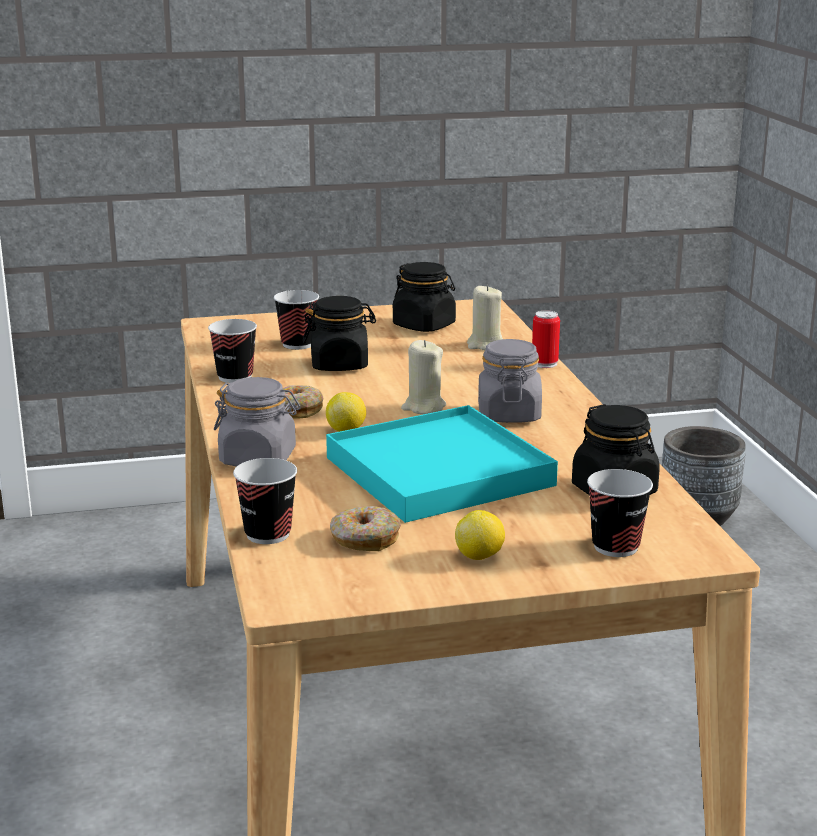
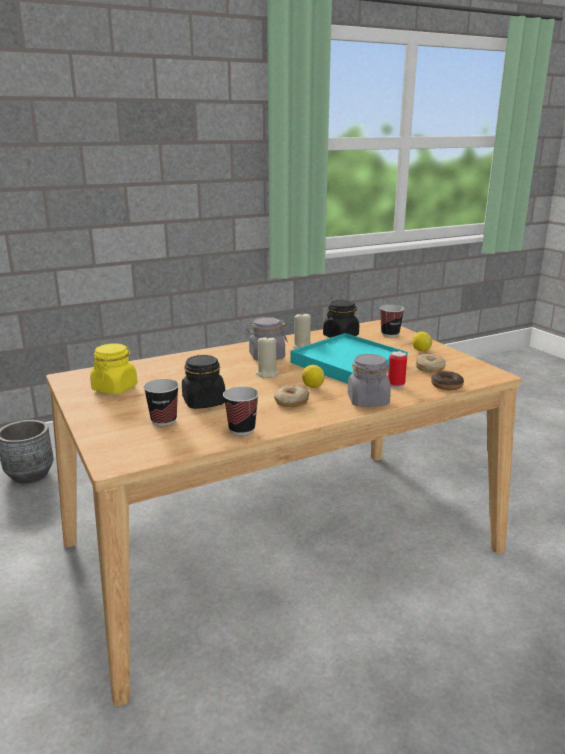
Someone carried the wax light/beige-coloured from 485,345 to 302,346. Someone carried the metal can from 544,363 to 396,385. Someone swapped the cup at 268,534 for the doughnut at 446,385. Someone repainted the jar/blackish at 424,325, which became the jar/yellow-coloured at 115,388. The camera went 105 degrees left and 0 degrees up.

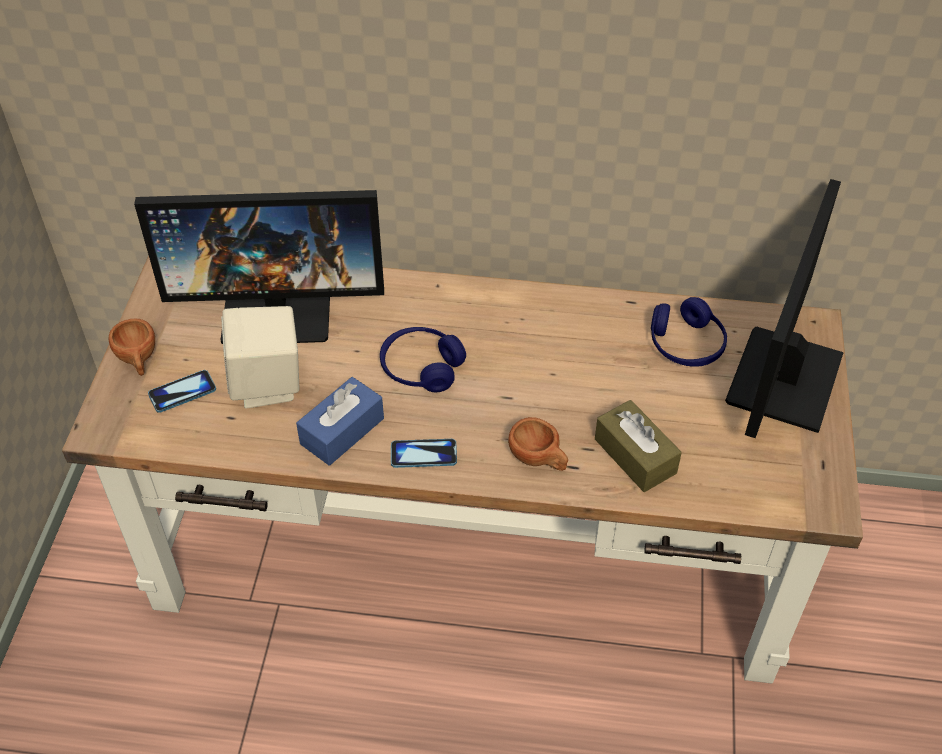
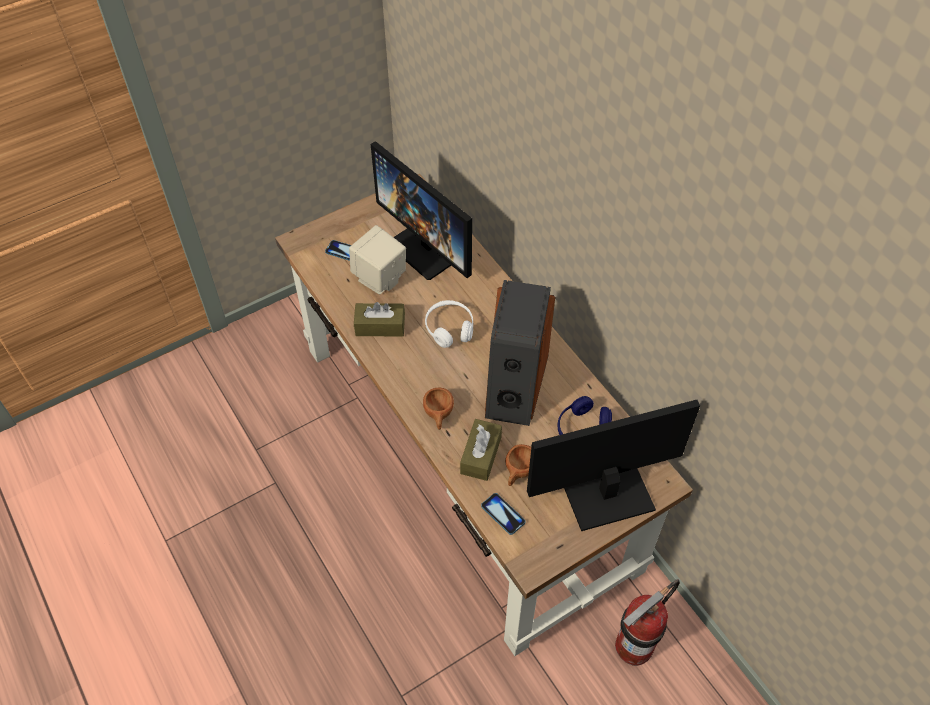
Someone put down the audio speaker at 515,385. Someone put down the fire extinguisher at 634,646. Someone carried the cup/brown from 138,360 to 518,472. Someone carried the telephone from 423,454 to 503,514. Someone repainted the box of tissues/bluish at 342,431, which became the box of tissues/brown at 380,326. Someone repainted the pair of headphones/bluish at 421,368, which became the pair of headphones/white at 449,328. The camera went 50 degrees right and 5 degrees up.

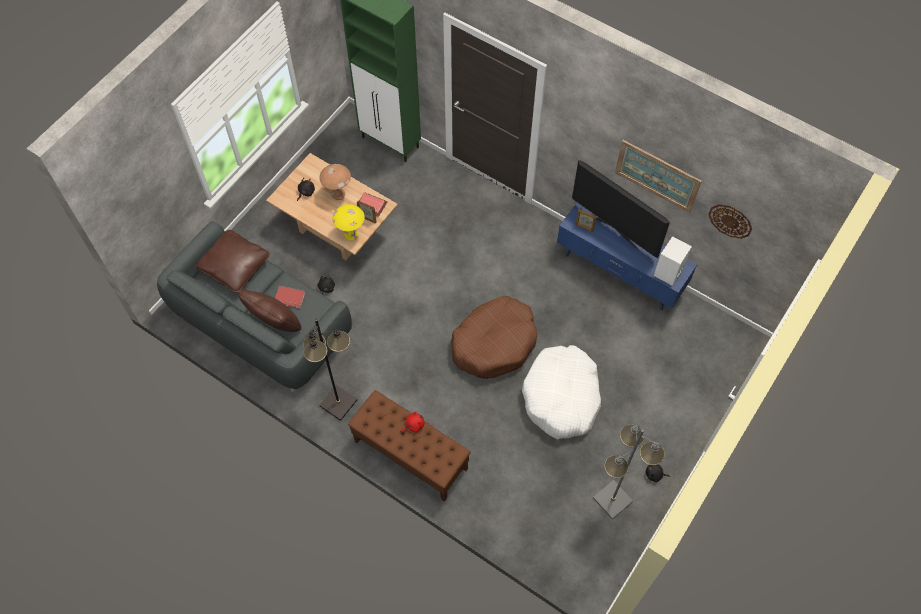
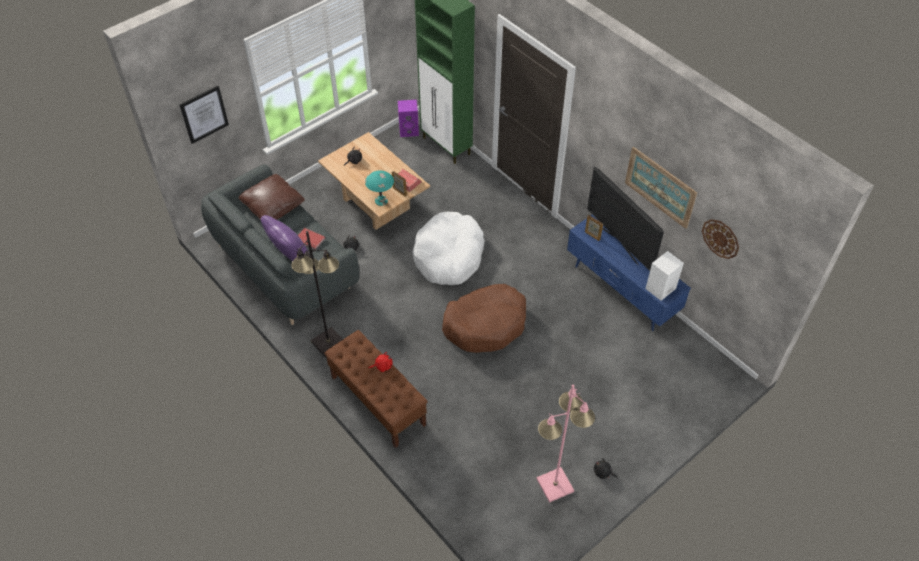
Someone took away the table lamp/brown at 338,194. Someone put up the wall picture at 204,114. Someone put down the audio speaker/purple-coloured at 409,130. Someone carried the dog cushion/white from 561,397 to 449,256. Someone repainted the pillow/brown at 274,323, which became the pillow/purple-coloured at 290,257. Someone repainted the table lamp/yellow-coloured at 351,234, which became the table lamp/turquoise-coloured at 381,200. Someone repainted the standing lamp/greyish at 612,500, which became the standing lamp/pink at 554,485. The camera went 15 degrees right and 10 degrees down.

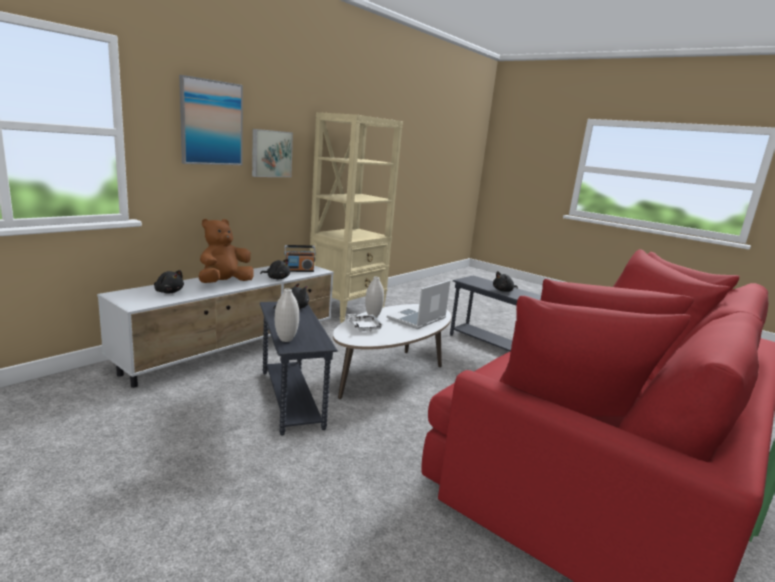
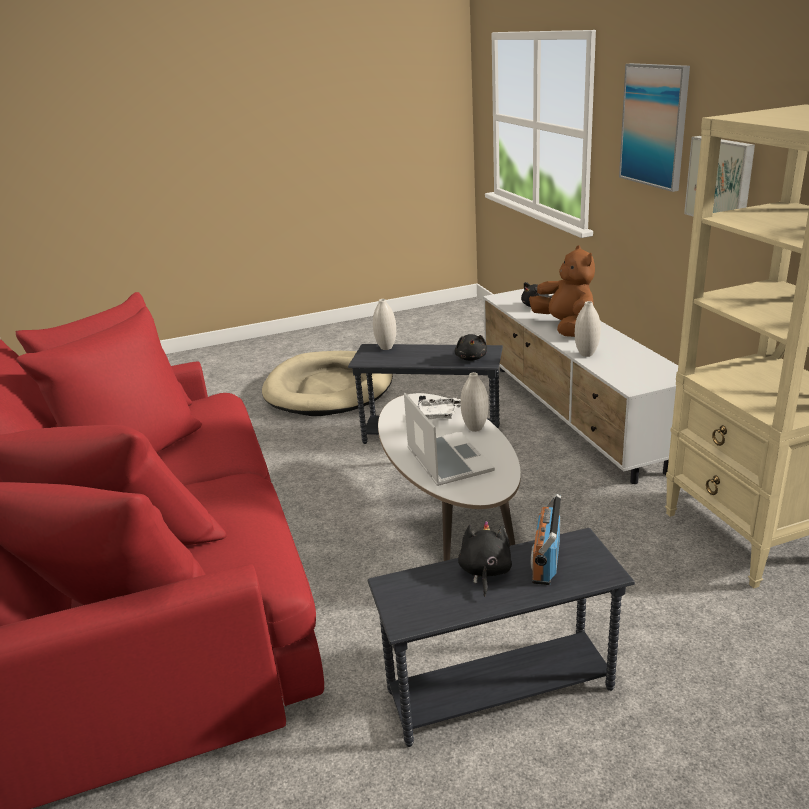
Someone put down the dog cushion/beige-coloured at 330,388. Someone carried the radio set from 299,270 to 545,562. Someone swapped the plush toy/blackish at 277,278 for the flower vase/white at 586,354. The camera went 125 degrees right and 10 degrees up.

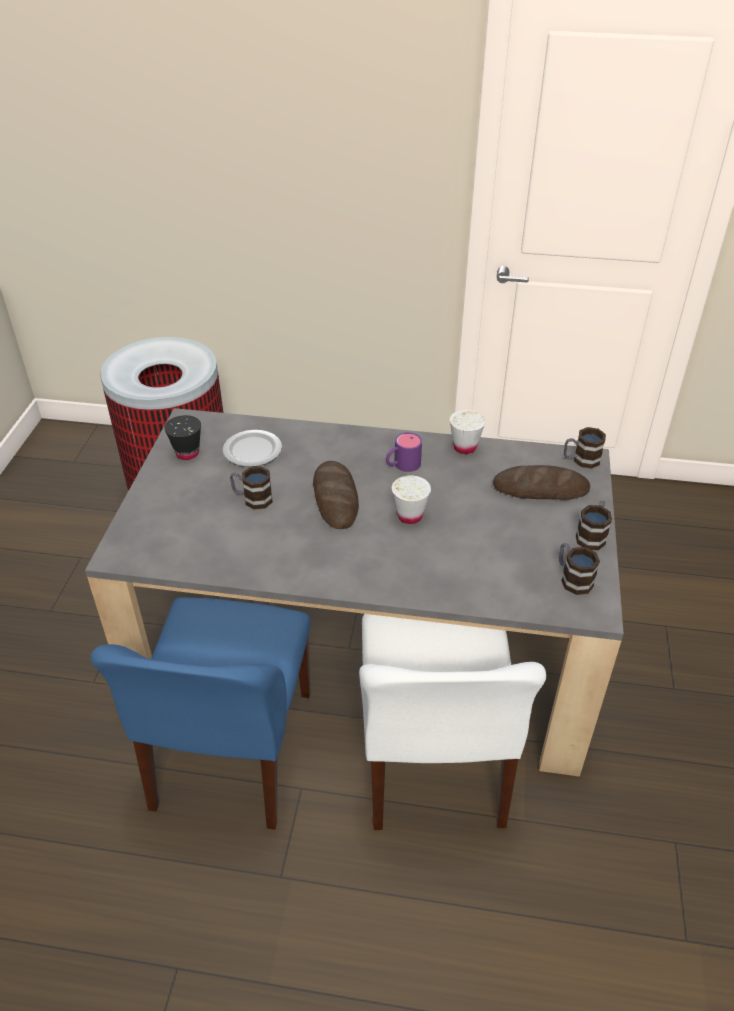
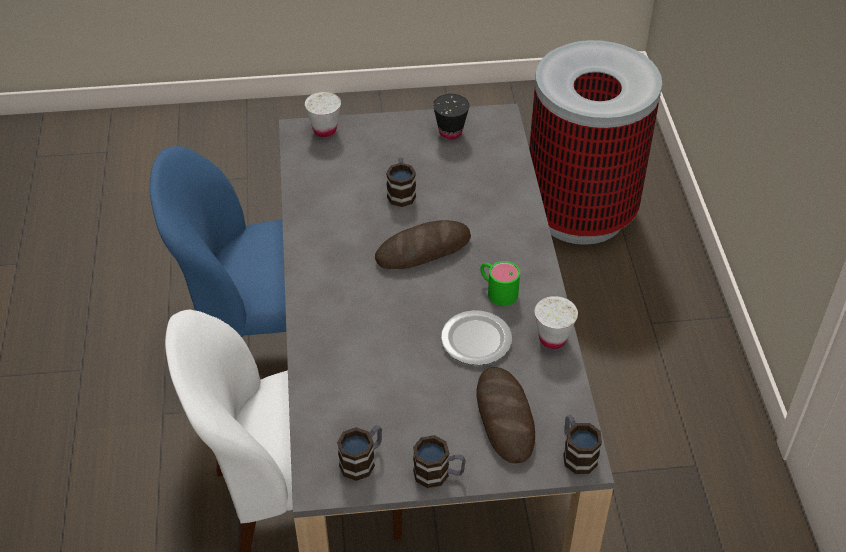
Someone carried the flat dish from 253,451 to 476,341. Someone carried the cup/white from 410,516 to 325,130. Someone repainted the tea mug/purple-coloured at 402,465, which became the tea mug/green-coloured at 497,290. The camera went 75 degrees right and 5 degrees up.

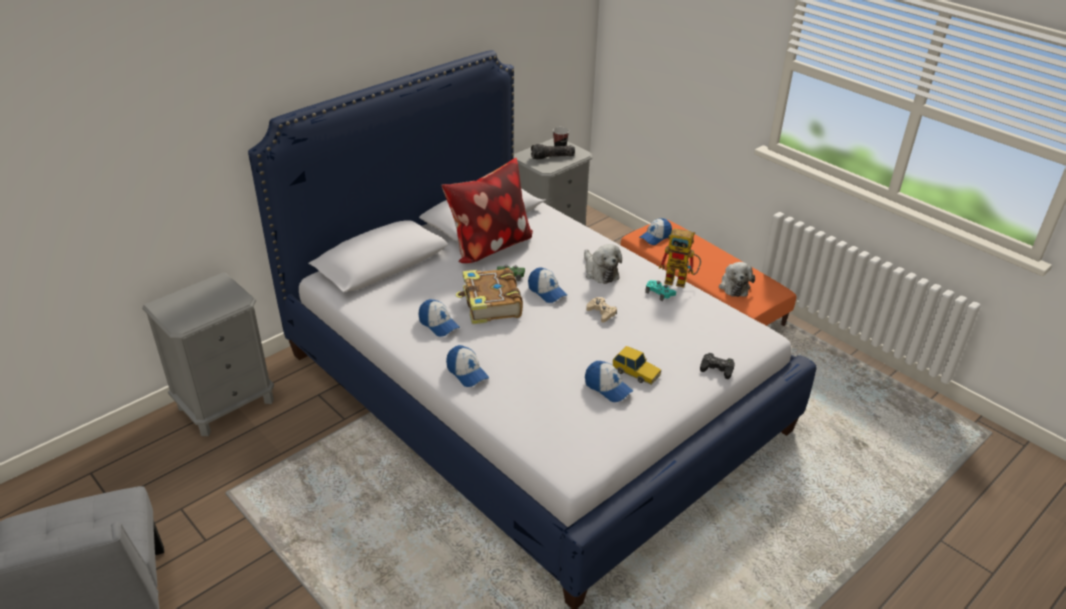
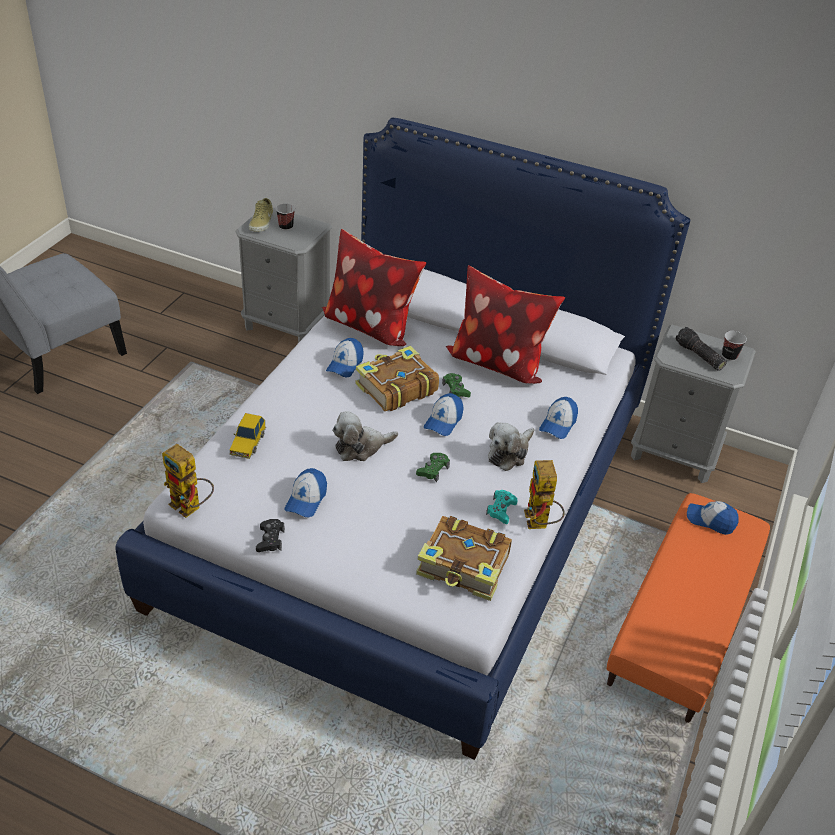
Someone put down the toy robot at 191,508. Someone put down the shoe/beige-coloured at 262,222. Someone put down the cup at 286,227. Someone put down the pillow at 369,325. Someone put down the volume at 464,567. Someone carried the baseball cap from 467,372 to 558,424. Someone carried the toy car from 636,372 to 247,443. Someone carried the gamepad/blackish from 717,369 to 270,539. Someone carried the plush toy from 734,286 to 361,447. Someone repainted the gamepad/beige-coloured at 601,312, which became the gamepad/green-coloured at 433,470. The camera went 65 degrees right and 5 degrees up.

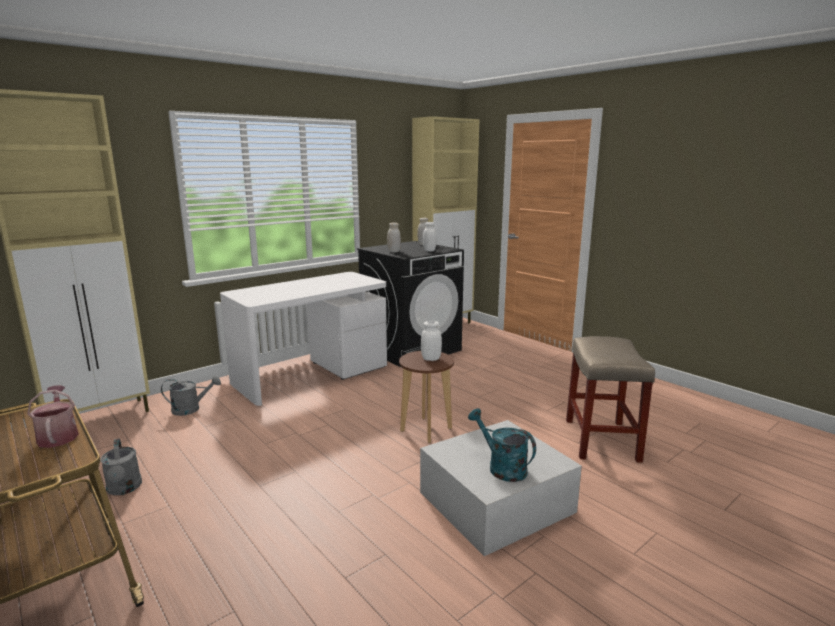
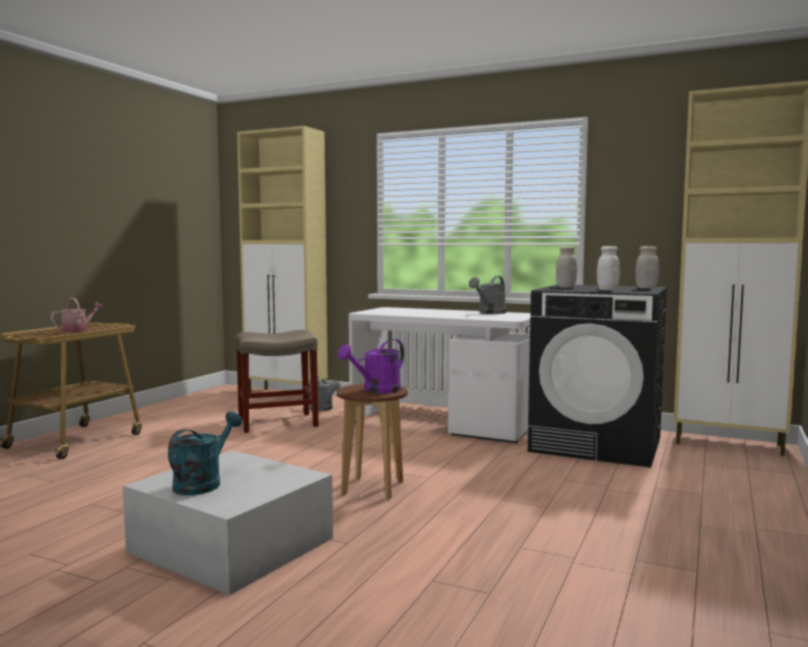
Someone carried the sprinkling can/greyish from 124,489 to 489,313. Someone carried the stool seat/beige-coloured from 602,440 to 276,423. Someone swapped the jar/white at 431,359 for the sprinkling can/purple-coloured at 376,391. The camera went 65 degrees right and 10 degrees down.

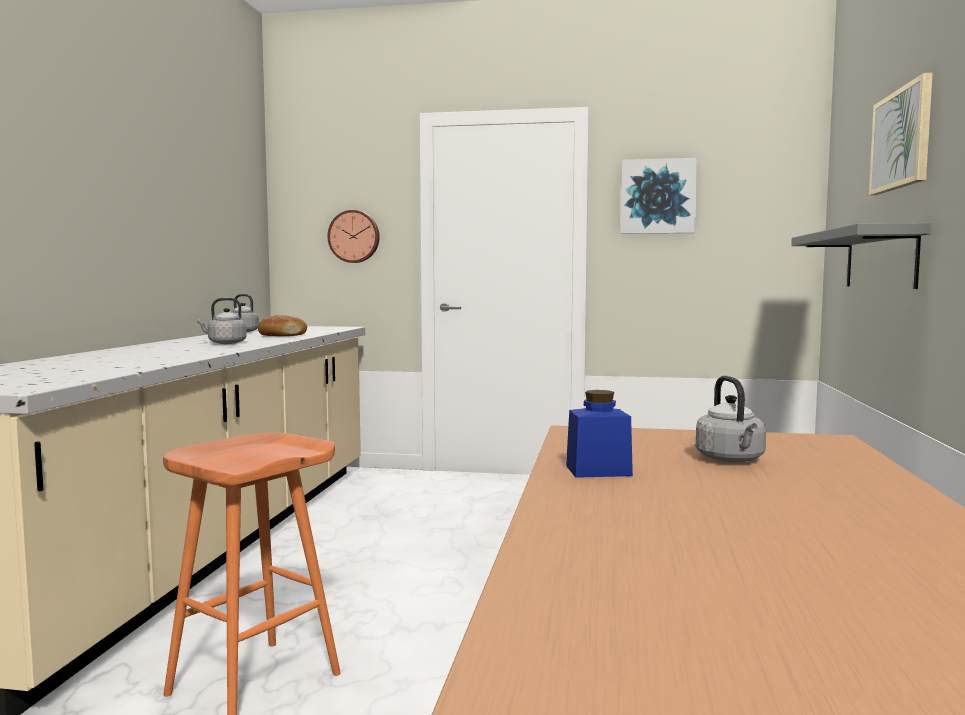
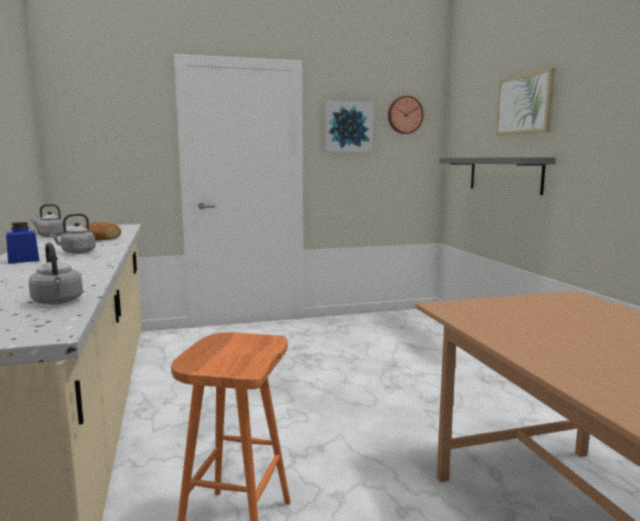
Someone carried the clock on the wall from 354,236 to 404,115. Someone carried the jar/bluish from 598,471 to 23,260. Someone carried the tea kettle/greyish from 731,460 to 58,302. The camera went 25 degrees left and 5 degrees up.

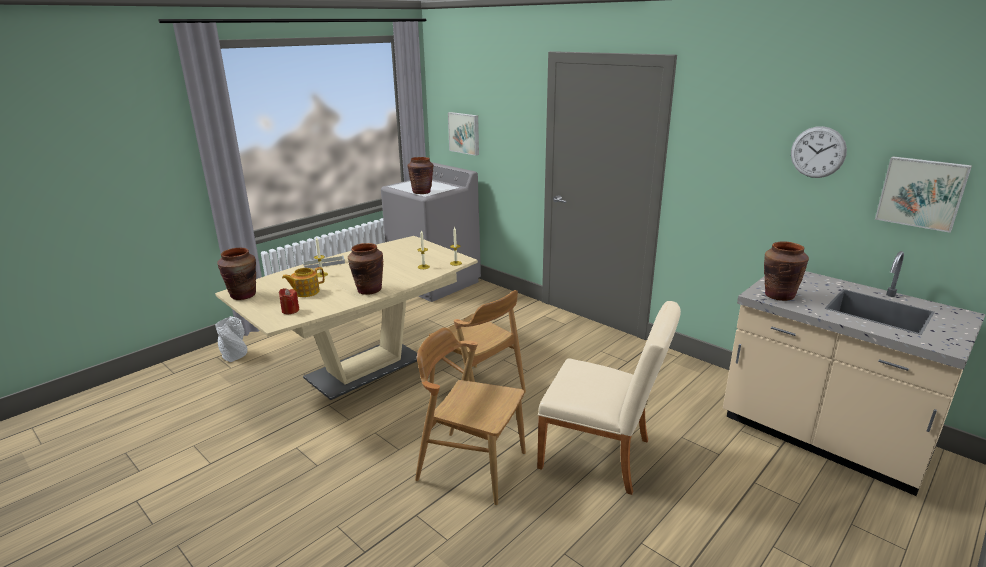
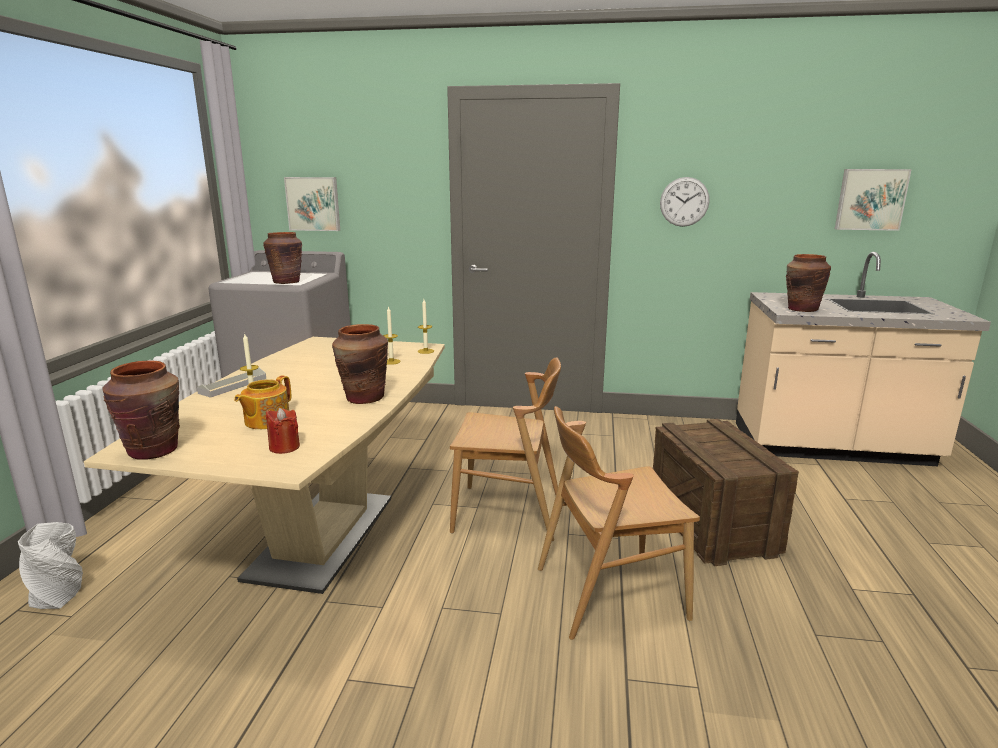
Someone carried the clock on the wall from 818,152 to 684,202. Someone swapped the upright chair/beige-coloured at 603,456 for the packing crate at 712,526. The camera went 35 degrees left and 5 degrees down.

